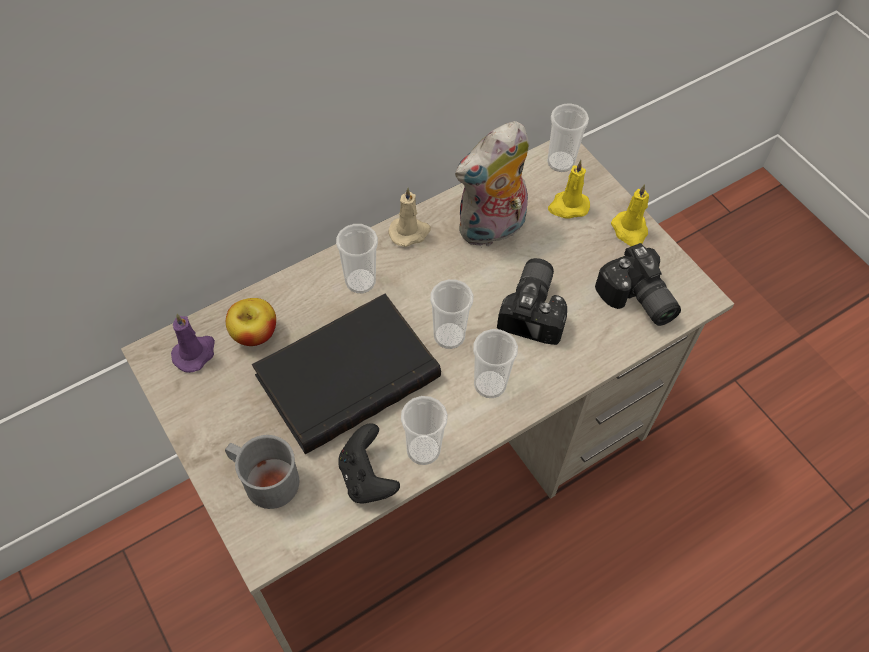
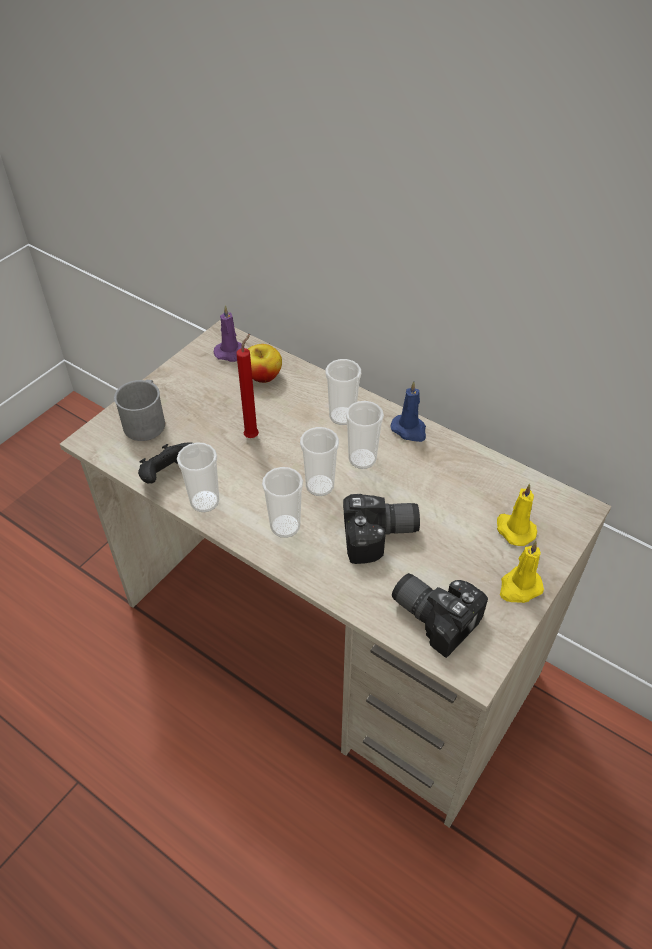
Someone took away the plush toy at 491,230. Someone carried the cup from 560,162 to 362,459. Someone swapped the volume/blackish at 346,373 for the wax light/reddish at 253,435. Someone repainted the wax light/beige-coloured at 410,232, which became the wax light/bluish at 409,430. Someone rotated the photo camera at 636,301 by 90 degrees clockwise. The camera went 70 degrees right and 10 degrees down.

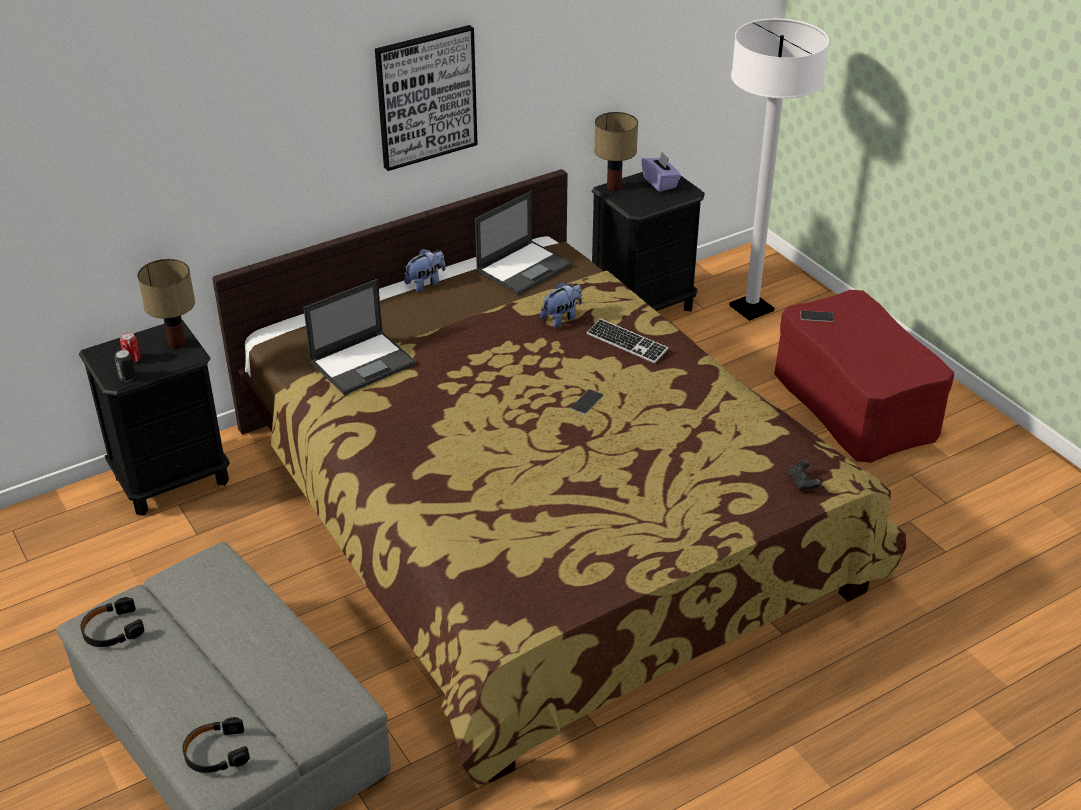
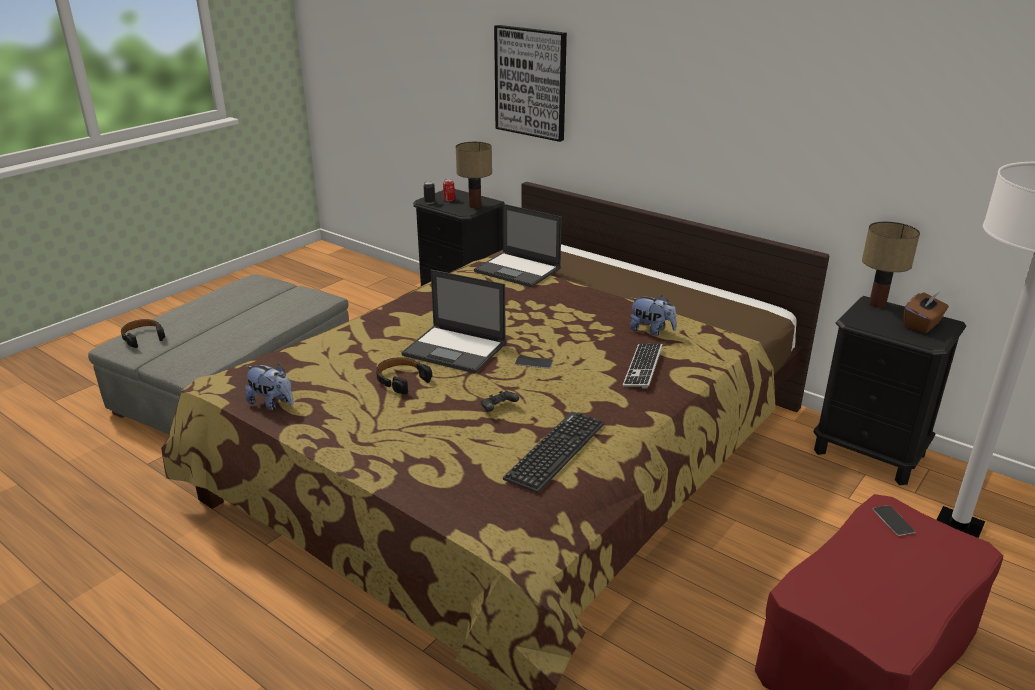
Someone put down the computer keyboard at 555,451. Someone carried the pair of headphones/blackish from 112,630 to 401,380. Someone carried the wall picture from 426,97 to 531,82. Someone carried the plush toy from 426,283 to 272,403. Someone carried the laptop from 524,267 to 456,349. Someone carried the gamepad/blackish from 803,483 to 498,408. Someone repainted the box of tissues/purple-coloured at 660,183, which became the box of tissues/brown at 922,324. The camera went 70 degrees right and 10 degrees down.

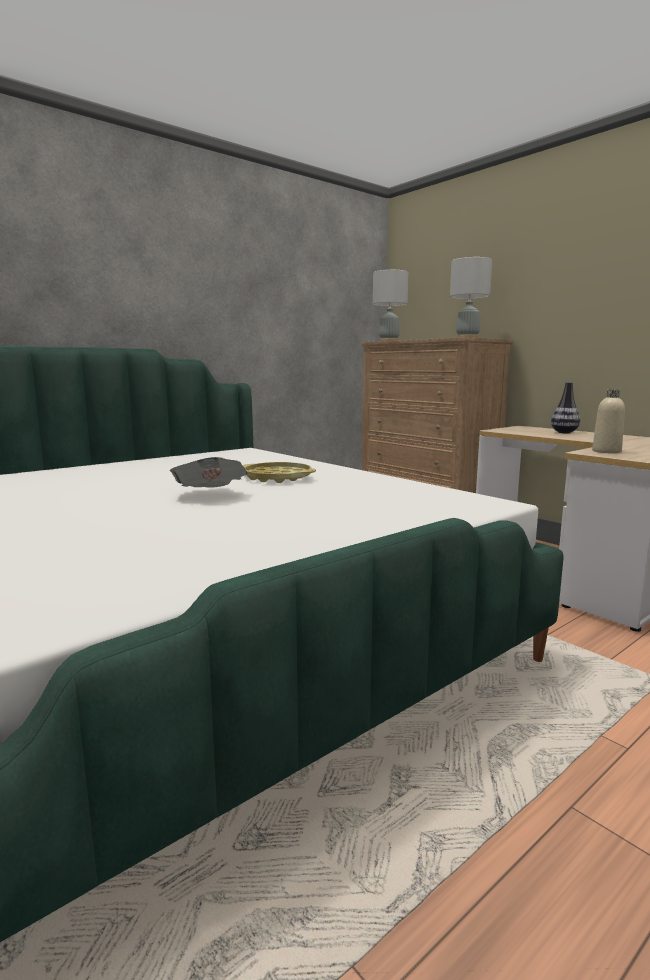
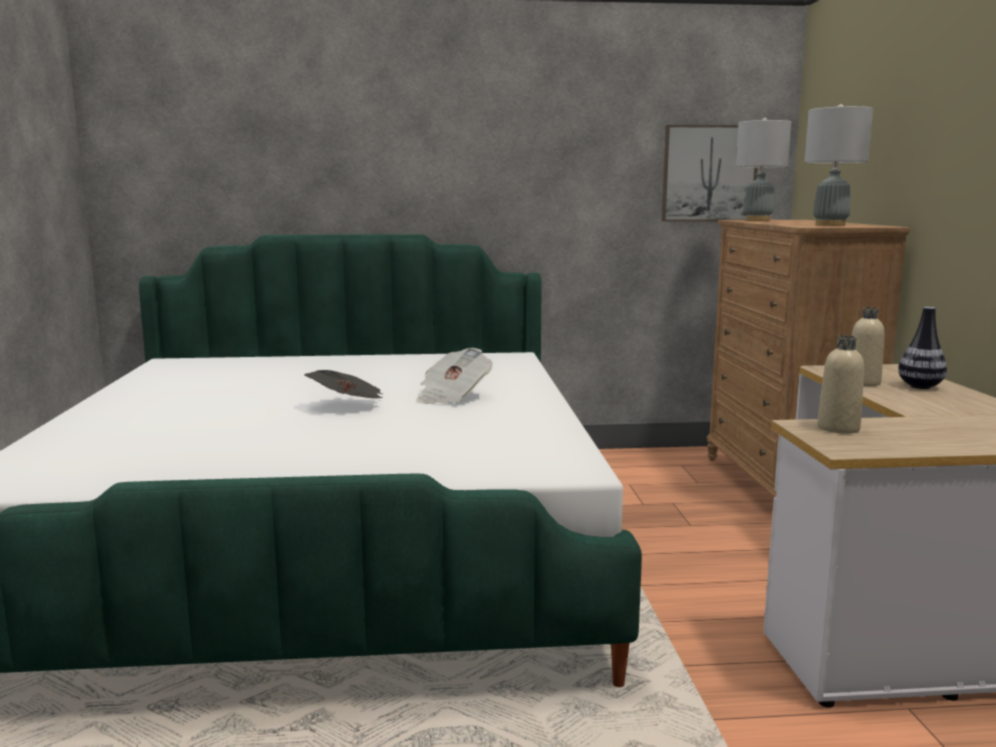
Someone put up the wall picture at 709,173. Someone put down the drink bottle/beige-coloured at 863,383. Someone swapped the serving tray/yellow-coloured at 277,478 for the daily paper at 452,397. The camera went 35 degrees right and 0 degrees up.

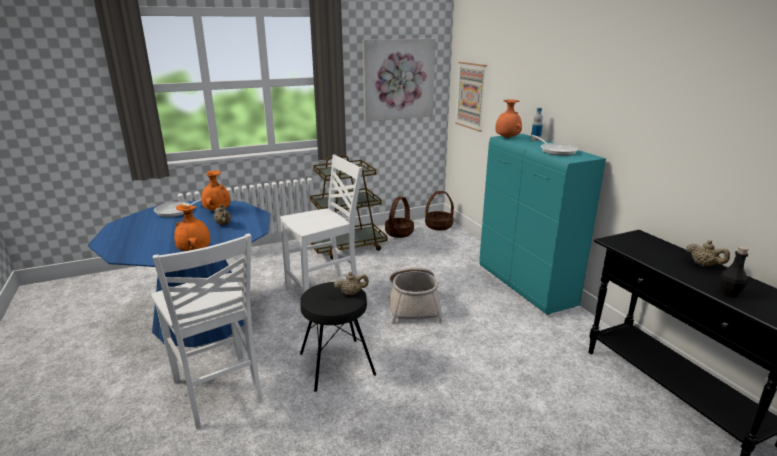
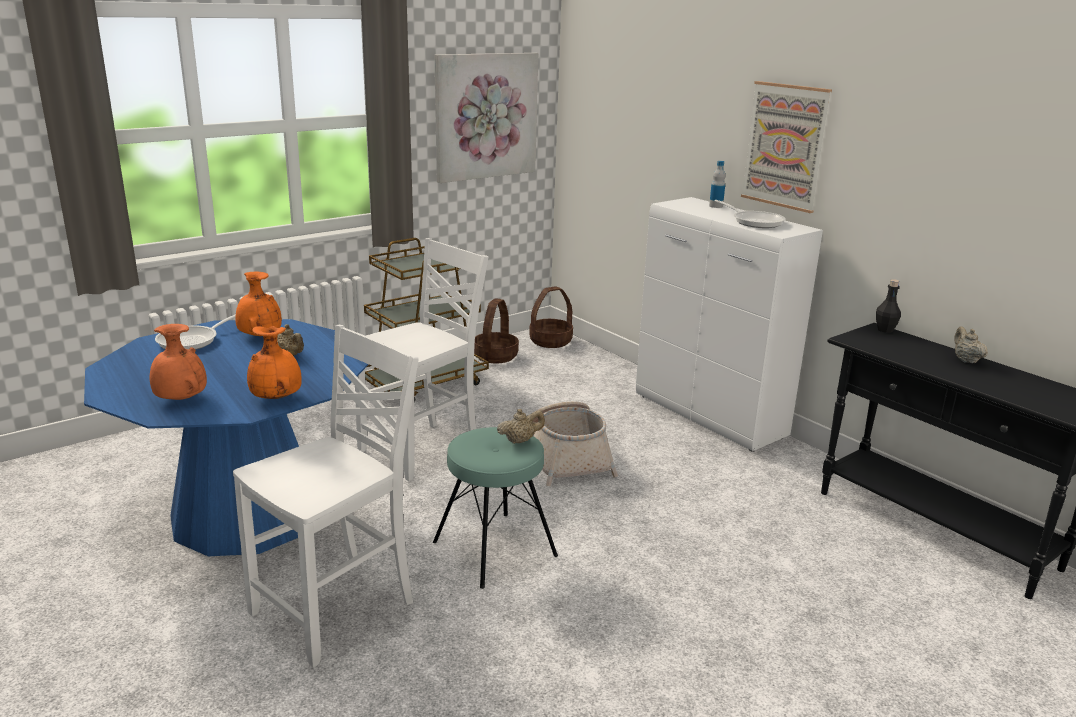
Someone carried the wall picture from 471,96 to 785,146. Someone carried the flower vase/orange from 507,138 to 180,399. Someone carried the drink bottle/blackish from 729,293 to 885,330. Someone repainted the stool seat/blackish at 336,364, which became the stool seat/turquoise-coloured at 494,549. Someone repainted the storage cabinet/turquoise-coloured at 526,286, which became the storage cabinet/white at 710,417. Someone rotated the upright chair/white at 219,391 by 90 degrees counterclockwise. Someone rotated the teapot/beige-coloured at 703,265 by 135 degrees counterclockwise. The camera went 15 degrees left and 0 degrees up.

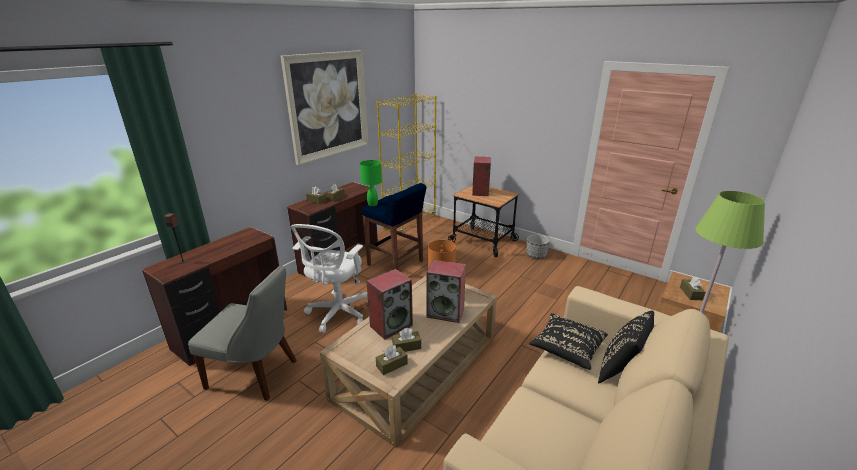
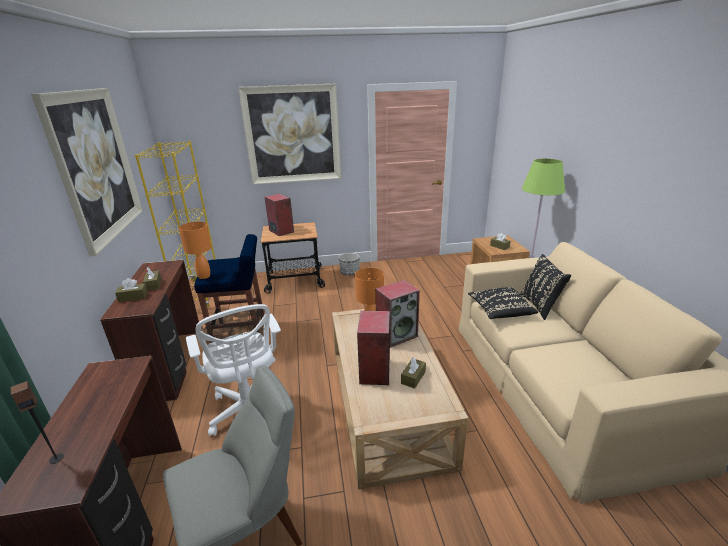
Someone took away the box of tissues/brown at 391,365. Someone put up the wall picture at 292,135. Someone repainted the table lamp/green-coloured at 372,204, which became the table lamp/orange at 204,276. The camera went 45 degrees left and 0 degrees up.

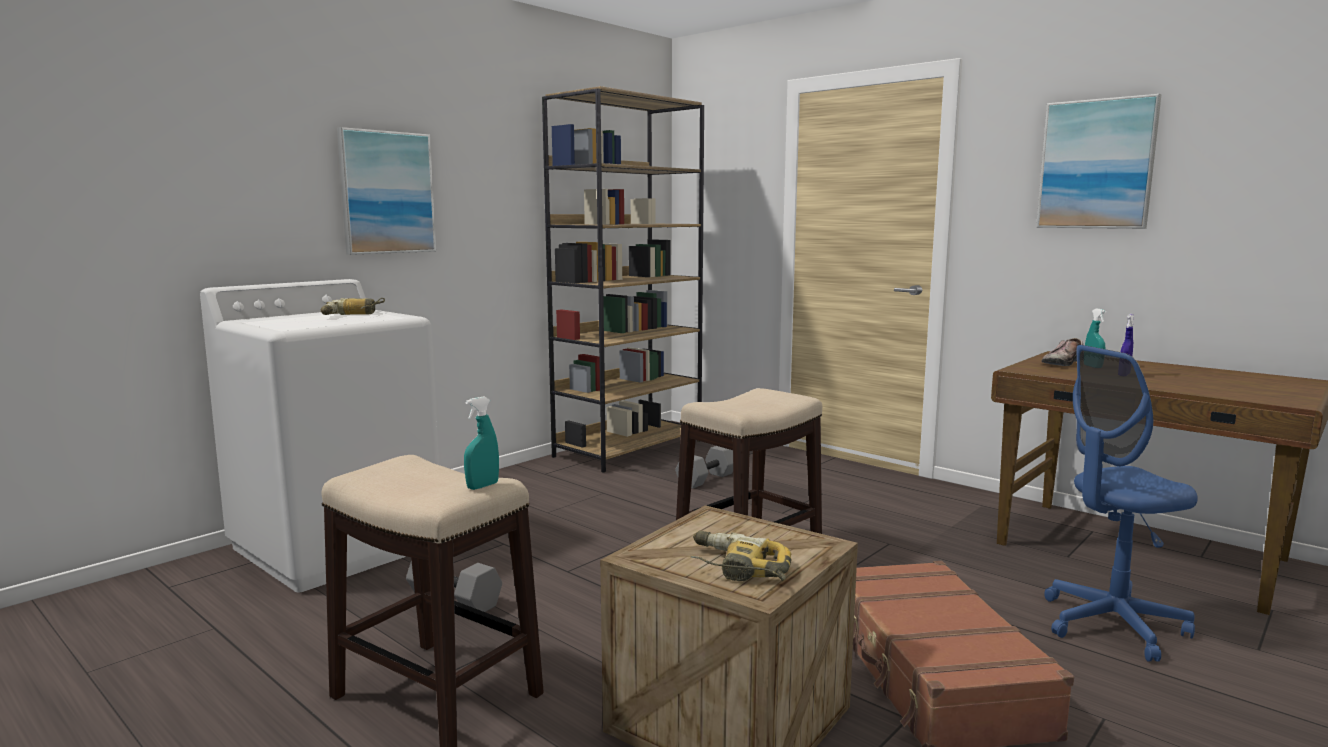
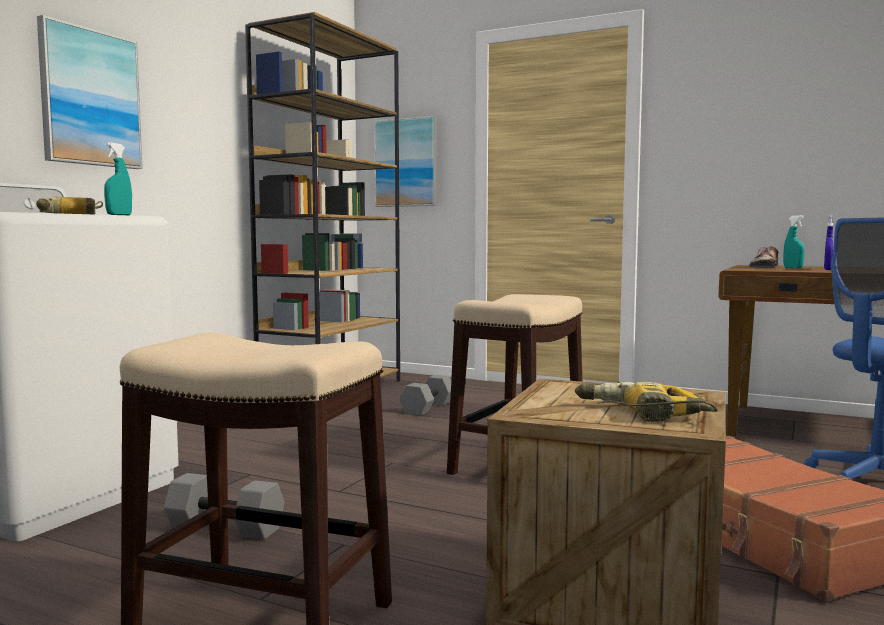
Someone carried the hand sprayer/turquoise-coloured from 482,486 to 119,215. Someone carried the wall picture from 1096,164 to 406,162. The camera went 15 degrees left and 5 degrees down.

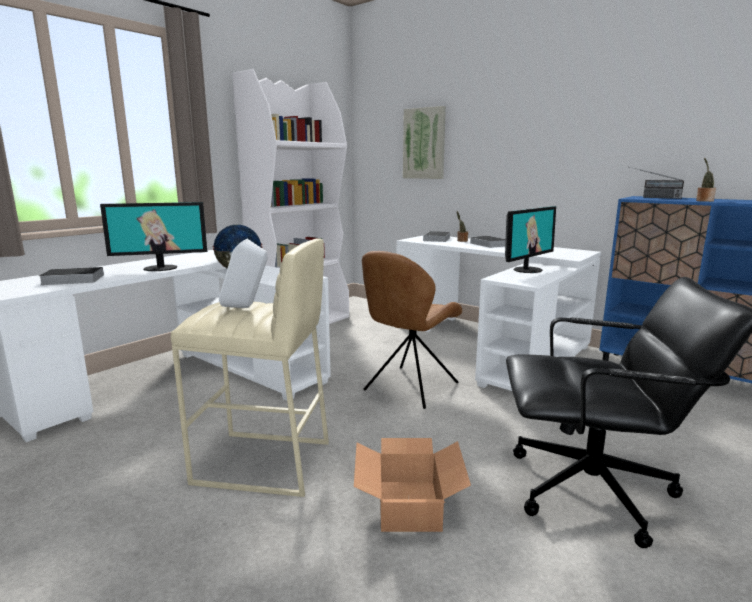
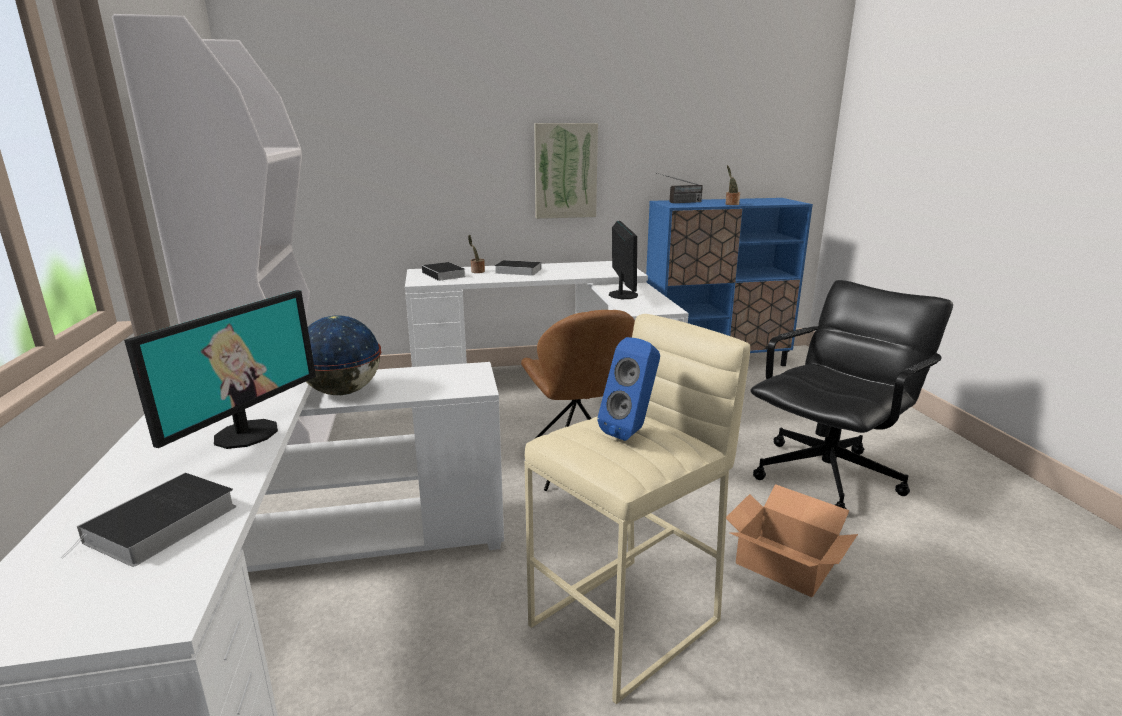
Someone carried the wall picture from 424,143 to 565,171. Someone repainted the audio speaker/white at 246,307, which became the audio speaker/bluish at 631,431. The camera went 50 degrees left and 5 degrees up.

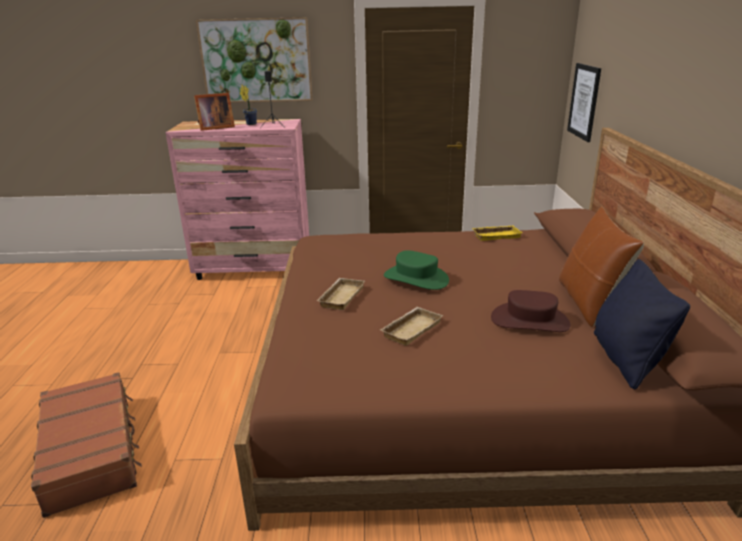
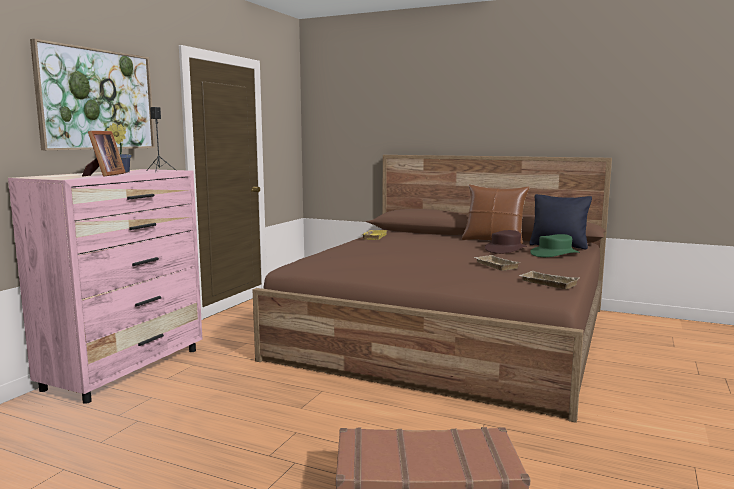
Someone took away the wall picture at 584,101. Someone carried the serving tray/beige-coloured from 340,296 to 547,283. Someone carried the hat/green-coloured from 416,278 to 554,254. The camera went 65 degrees left and 15 degrees down.

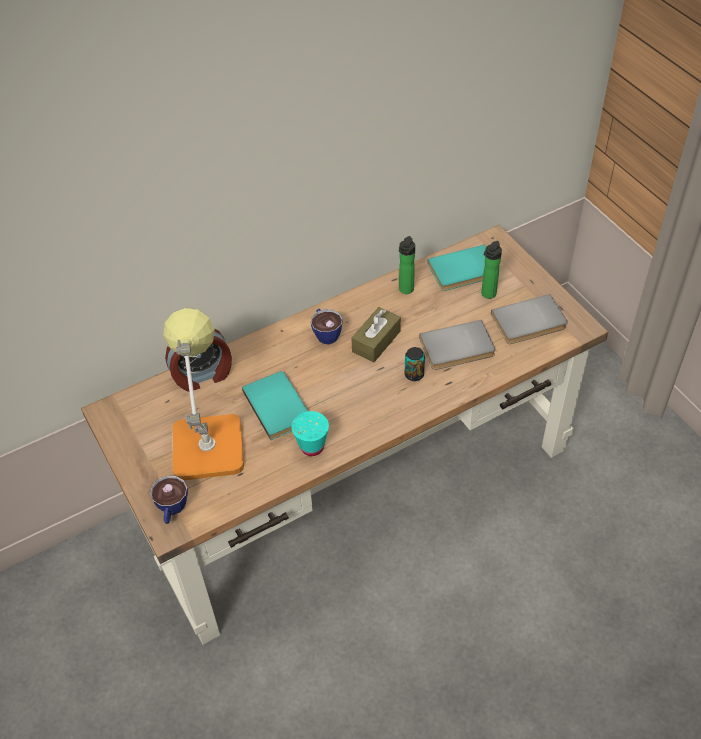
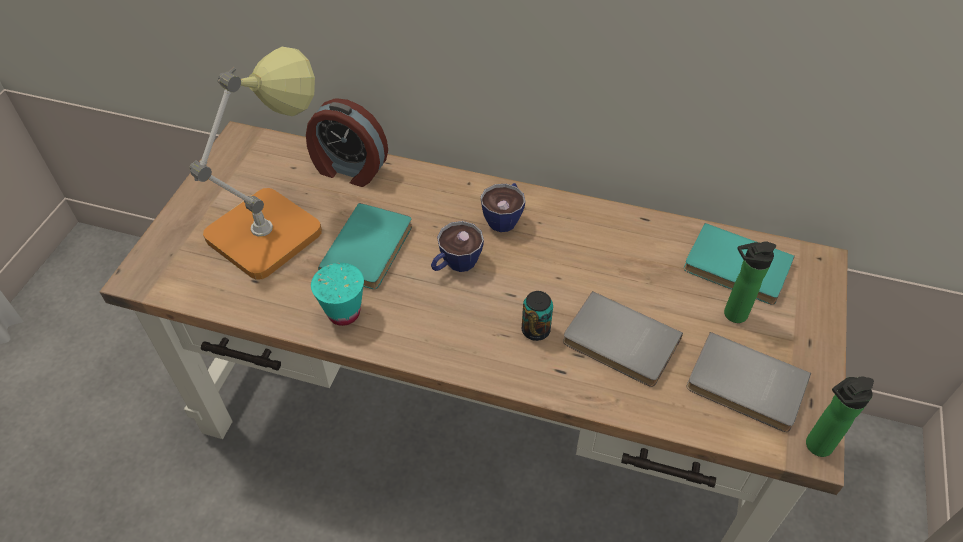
Someone took away the box of tissues/brown at 376,341. Someone carried the cup from 172,510 to 455,265. Someone carried the drink bottle from 405,290 to 815,447. The camera went 45 degrees right and 0 degrees up.

